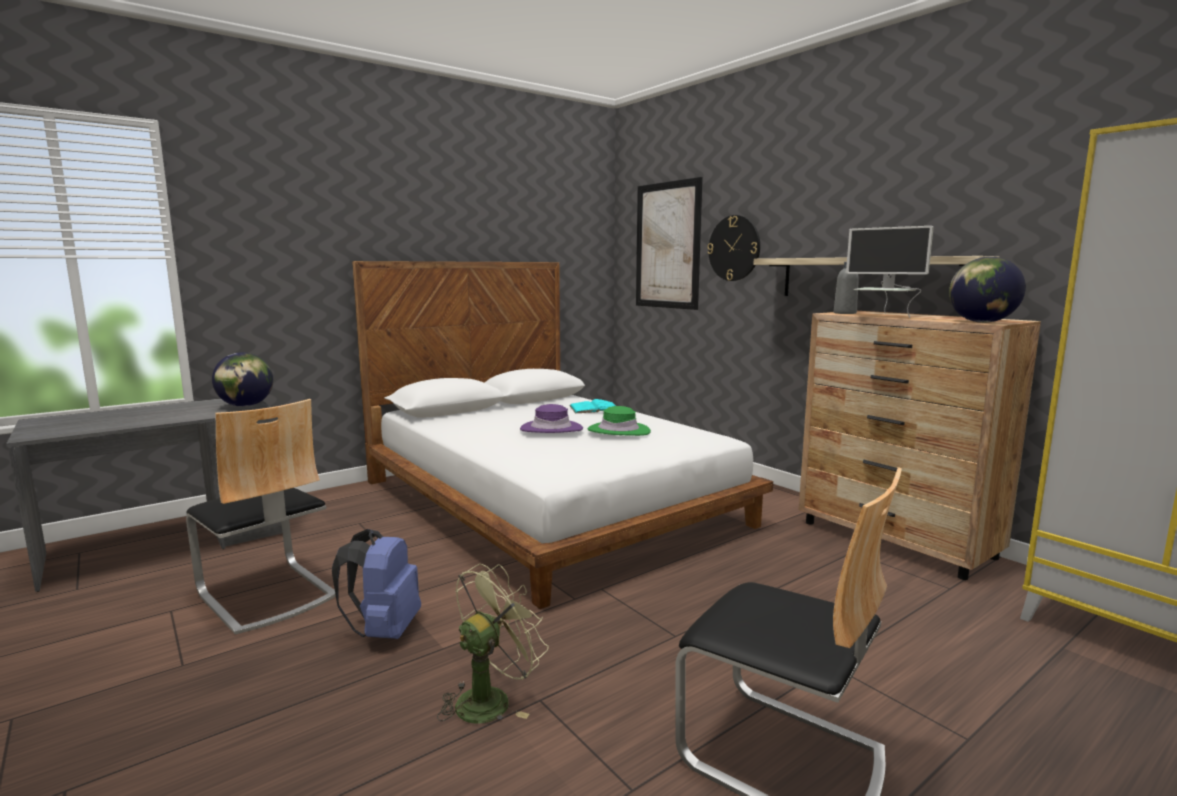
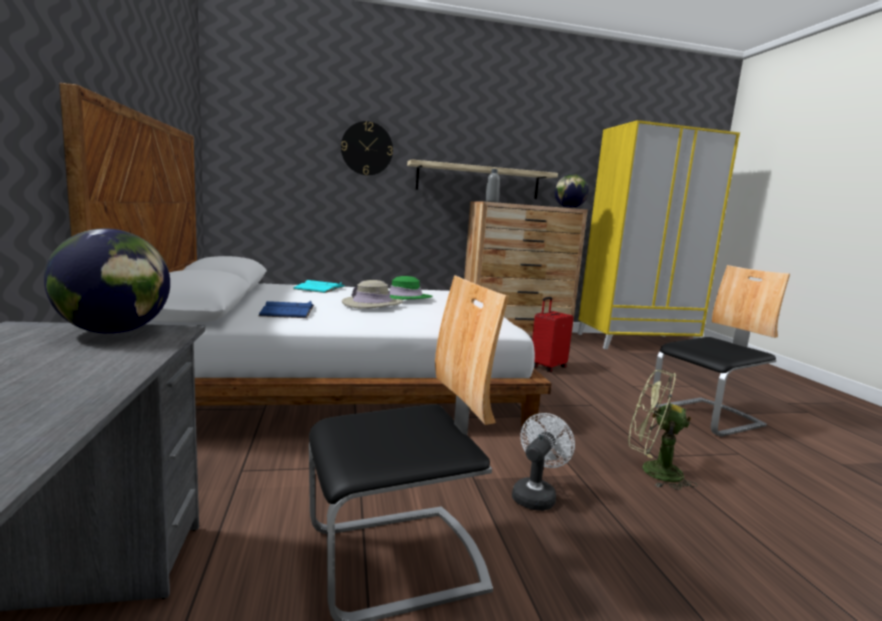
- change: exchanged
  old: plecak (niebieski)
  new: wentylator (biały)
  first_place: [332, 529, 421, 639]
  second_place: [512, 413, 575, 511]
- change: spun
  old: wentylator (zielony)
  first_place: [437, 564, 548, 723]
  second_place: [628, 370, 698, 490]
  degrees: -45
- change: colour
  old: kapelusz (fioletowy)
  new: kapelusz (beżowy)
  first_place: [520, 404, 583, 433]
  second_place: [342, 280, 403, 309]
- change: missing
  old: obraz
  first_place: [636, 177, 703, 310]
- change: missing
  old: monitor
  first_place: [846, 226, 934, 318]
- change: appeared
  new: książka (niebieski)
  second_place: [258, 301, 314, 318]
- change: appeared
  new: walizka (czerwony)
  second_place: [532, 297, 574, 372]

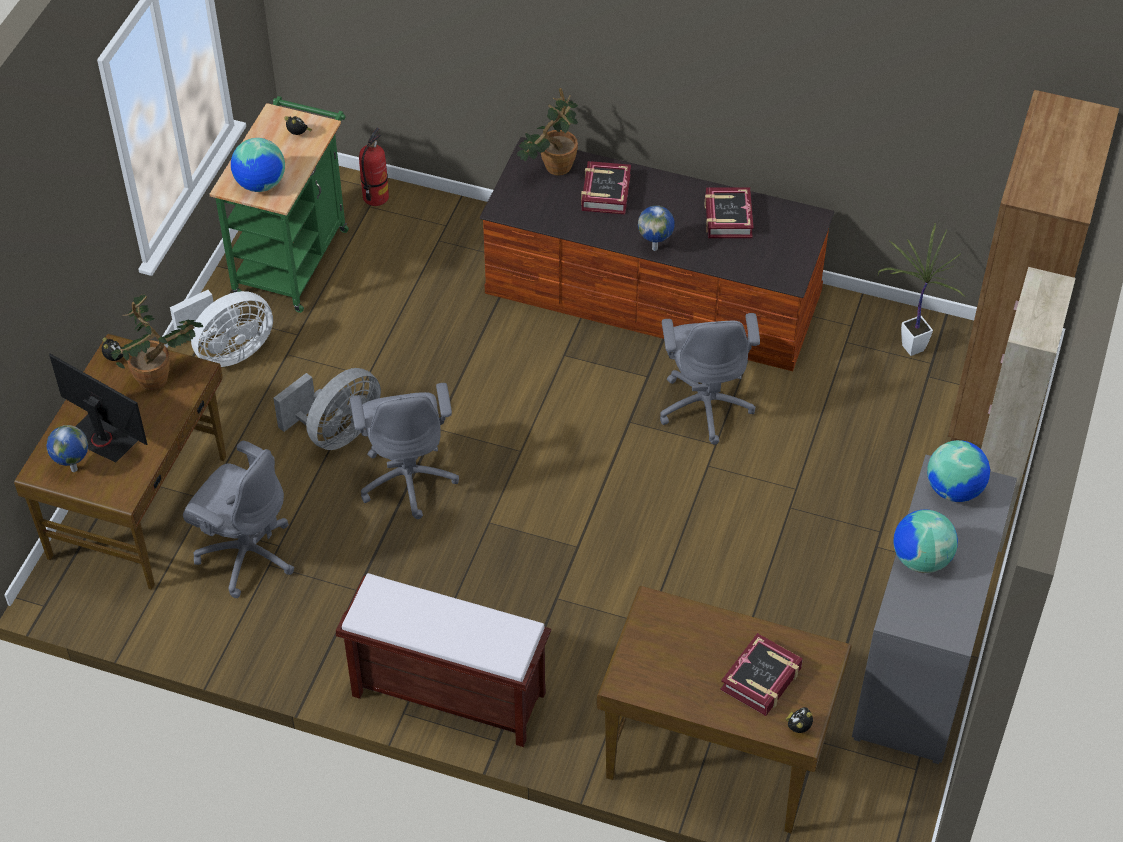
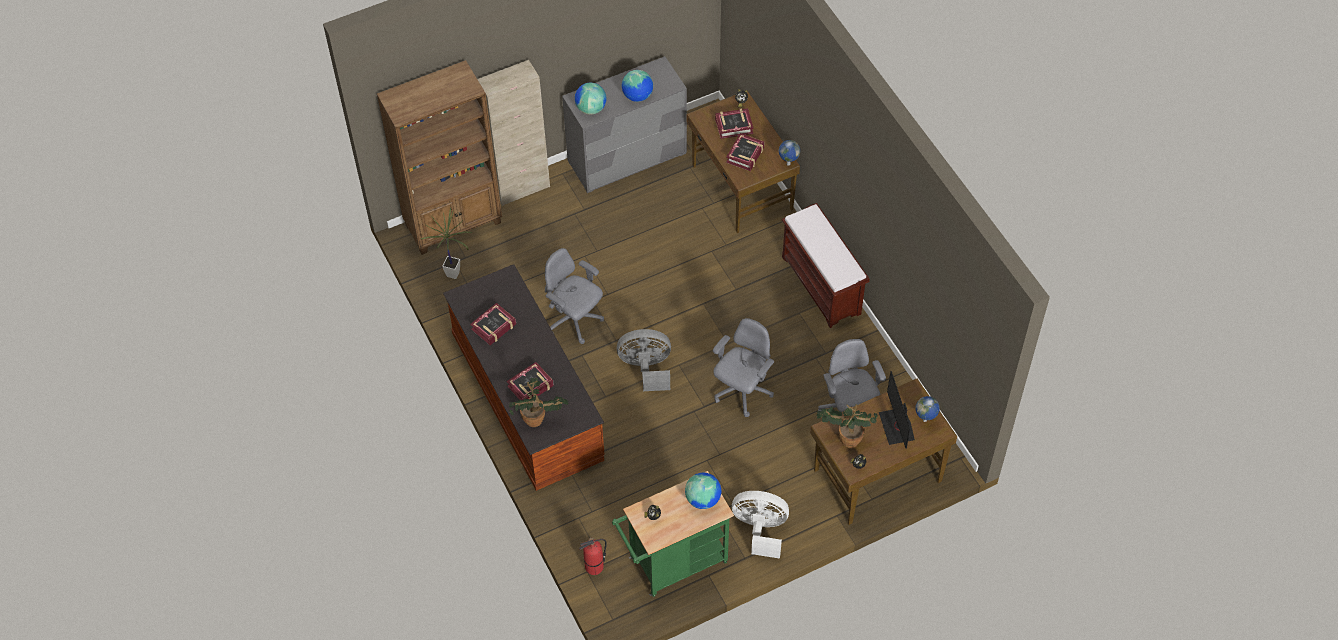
- change: relocated
  old: wentylator (szary)
  first_place: [273, 368, 381, 450]
  second_place: [617, 329, 671, 391]
- change: relocated
  old: globus
  first_place: [638, 205, 675, 251]
  second_place: [779, 140, 800, 166]
- change: spun
  old: krzesło biurowe (szary)
  first_place: [660, 313, 760, 445]
  second_place: [545, 248, 604, 344]
  degrees: -90
- change: appeared
  new: książka
  second_place: [726, 133, 764, 171]

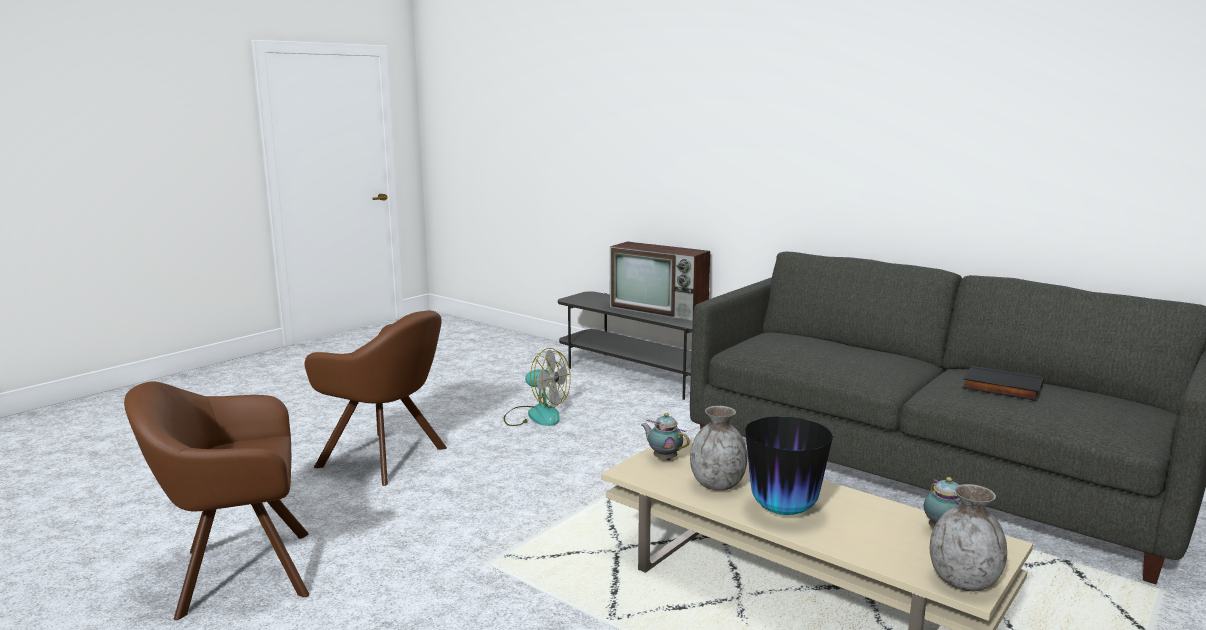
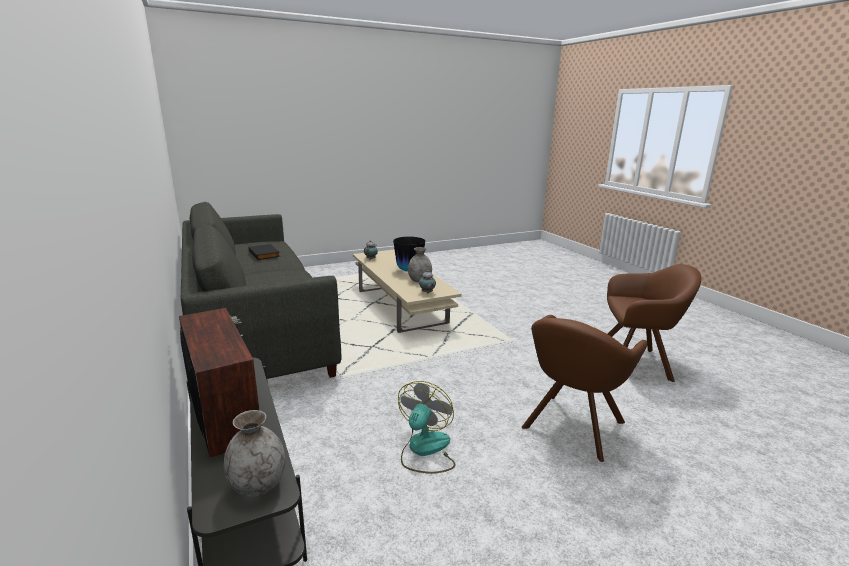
- change: spun
  old: fotel (brązowy)
  first_place: [305, 311, 447, 486]
  second_place: [522, 315, 647, 462]
  degrees: -105
- change: spun
  old: wentylator
  first_place: [504, 348, 571, 426]
  second_place: [398, 381, 455, 474]
  degrees: 60
- change: relocated
  old: wazon (szary)
  first_place: [930, 484, 1007, 591]
  second_place: [224, 410, 285, 497]

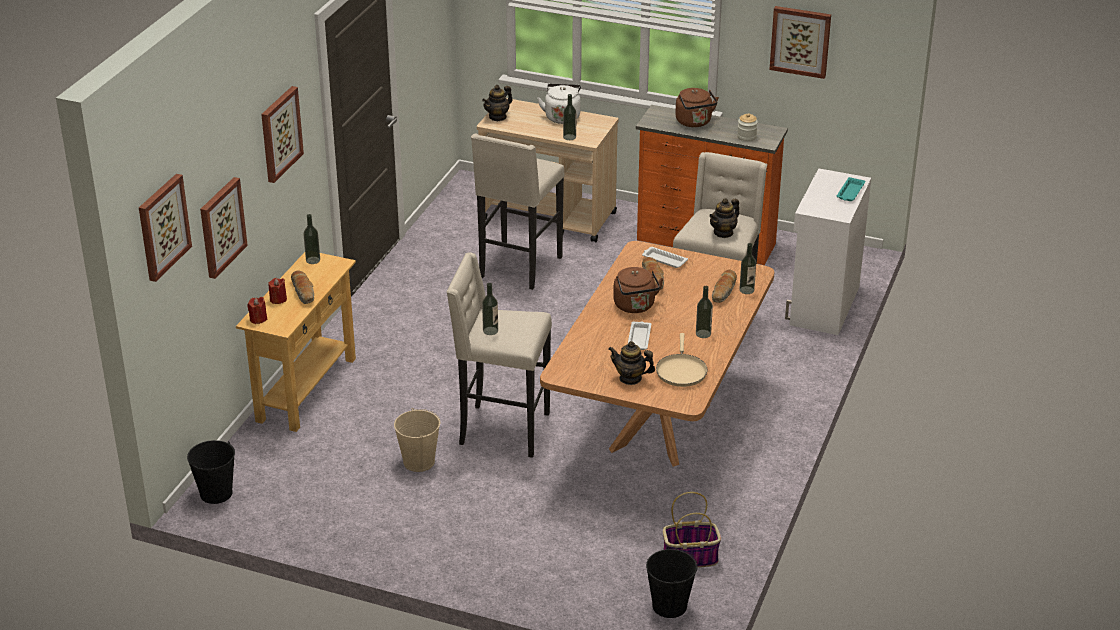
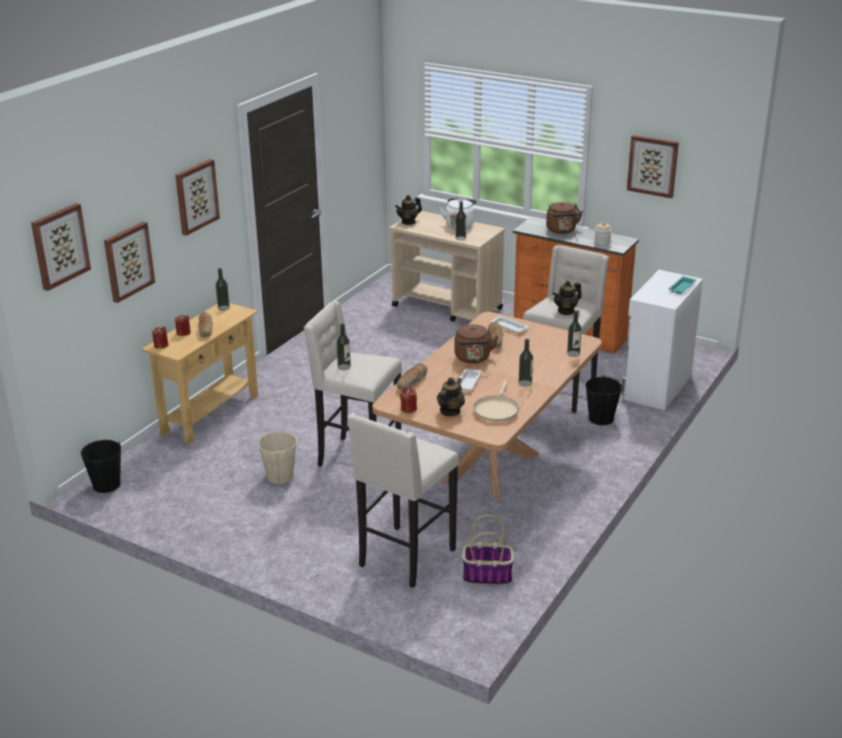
- change: relocated
  old: stołek (beżowy)
  first_place: [471, 133, 565, 290]
  second_place: [347, 413, 459, 588]
- change: spun
  old: imbryk
  first_place: [608, 341, 655, 385]
  second_place: [437, 377, 465, 416]
  degrees: 90
- change: relocated
  old: wiadro (czarny)
  first_place: [646, 547, 698, 618]
  second_place: [586, 375, 623, 425]
- change: relocated
  old: chleb
  first_place: [712, 270, 737, 303]
  second_place: [397, 363, 427, 390]
- change: appeared
  new: świeca (czerwony)
  second_place: [400, 387, 417, 413]

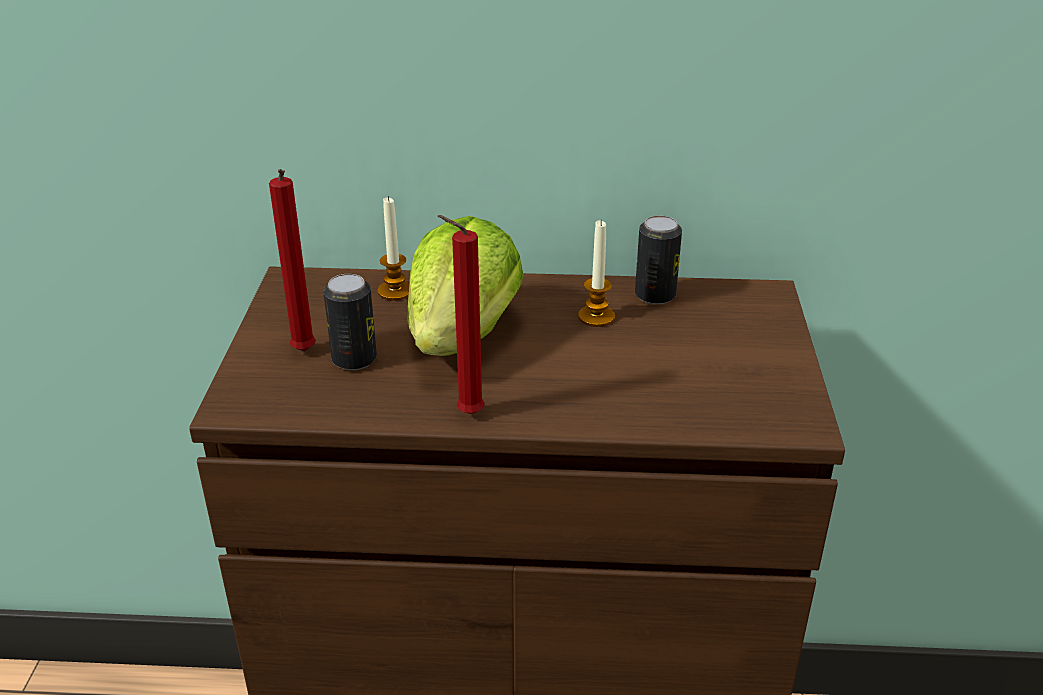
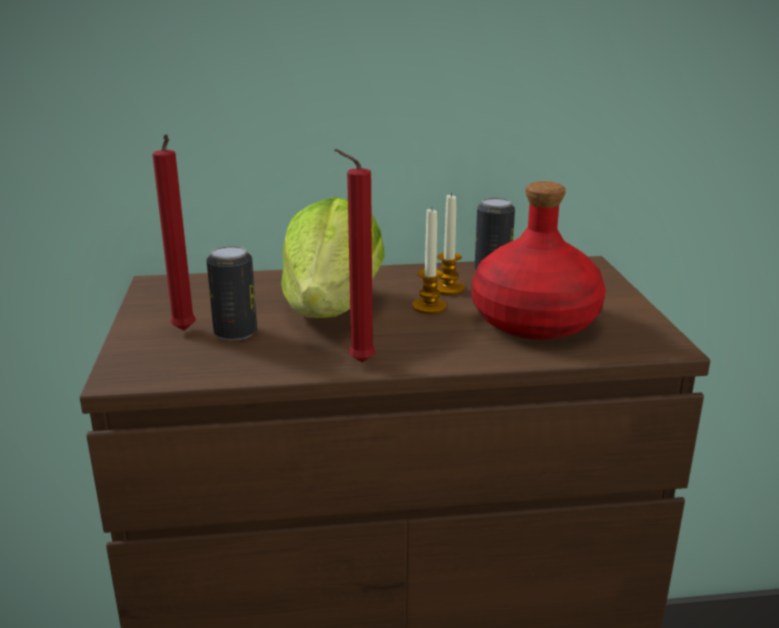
- change: relocated
  old: świeca
  first_place: [377, 196, 409, 301]
  second_place: [412, 209, 447, 314]
- change: appeared
  new: butelka (czerwony)
  second_place: [472, 181, 606, 340]

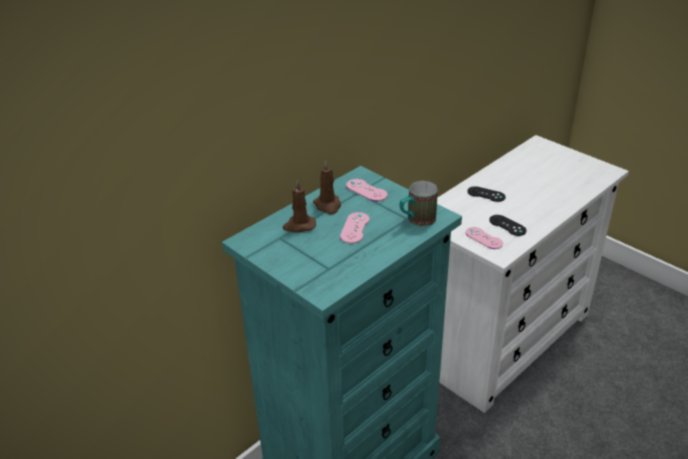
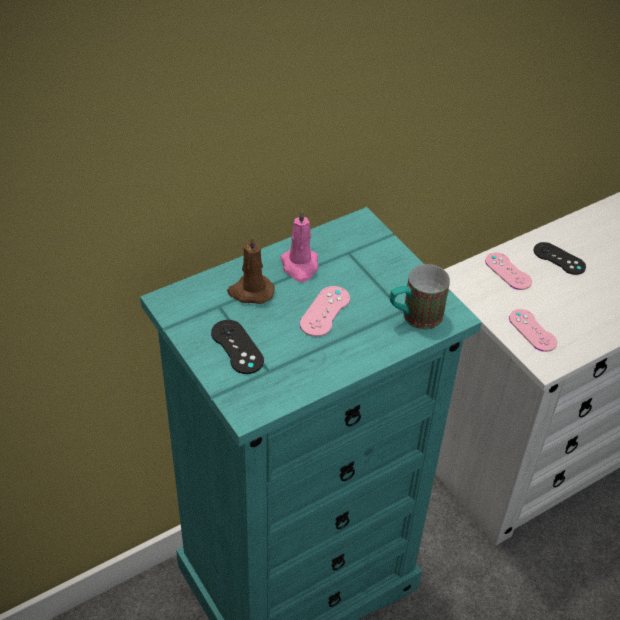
- change: colour
  old: świeca (brązowy)
  new: świeca (różowy)
  first_place: [313, 160, 341, 214]
  second_place: [281, 209, 318, 282]
- change: relocated
  old: pad do gier (różowy)
  first_place: [346, 179, 388, 201]
  second_place: [485, 252, 532, 290]
- change: relocated
  old: pad do gier (czarny)
  first_place: [489, 215, 527, 236]
  second_place: [211, 320, 264, 374]

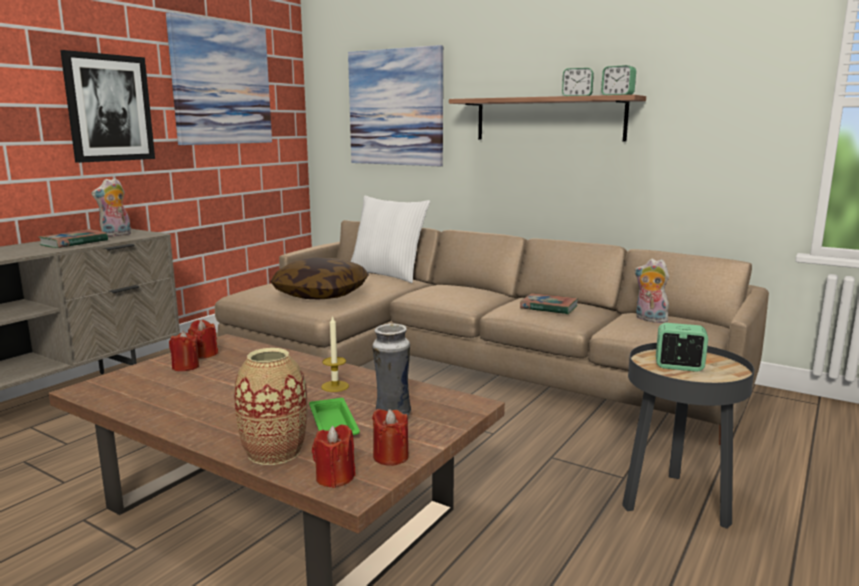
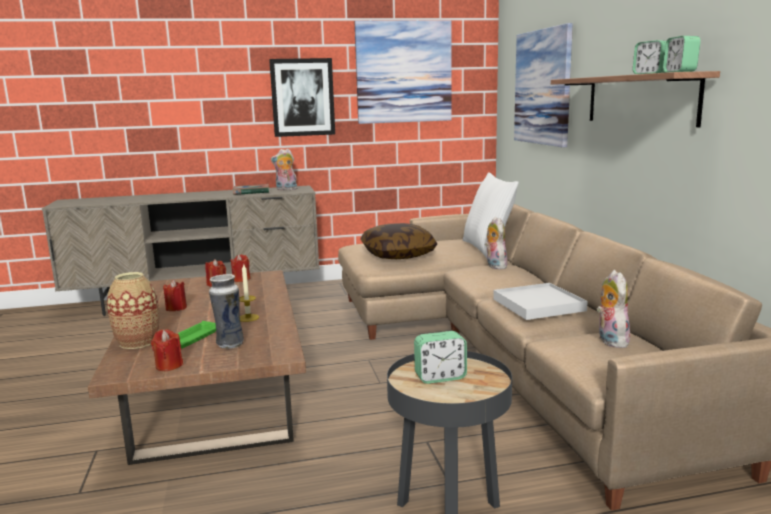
- change: relocated
  old: świeca (czerwony)
  first_place: [312, 425, 355, 488]
  second_place: [163, 280, 187, 311]
- change: exchanged
  old: książka
  new: taca (biały)
  first_place: [520, 293, 578, 314]
  second_place: [493, 283, 588, 320]
- change: spun
  old: budzik
  first_place: [656, 323, 708, 372]
  second_place: [414, 331, 467, 384]
  degrees: 105
- change: appeared
  new: pluszak
  second_place: [485, 217, 508, 269]

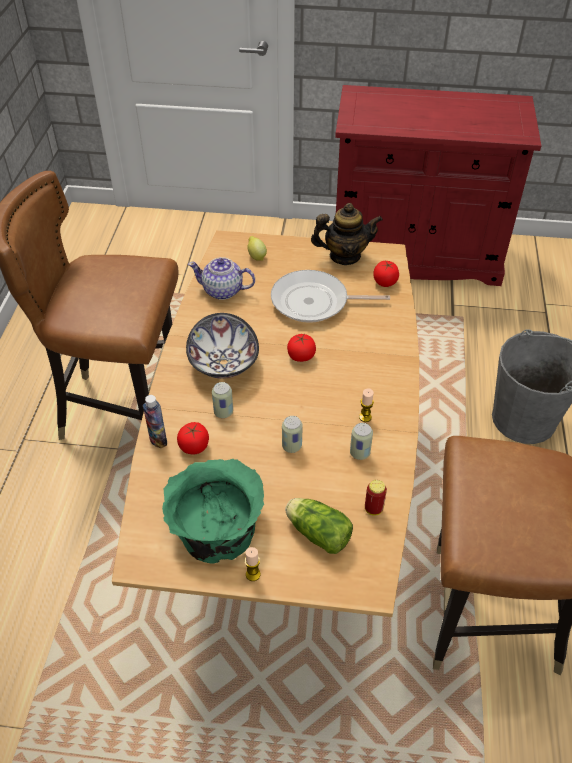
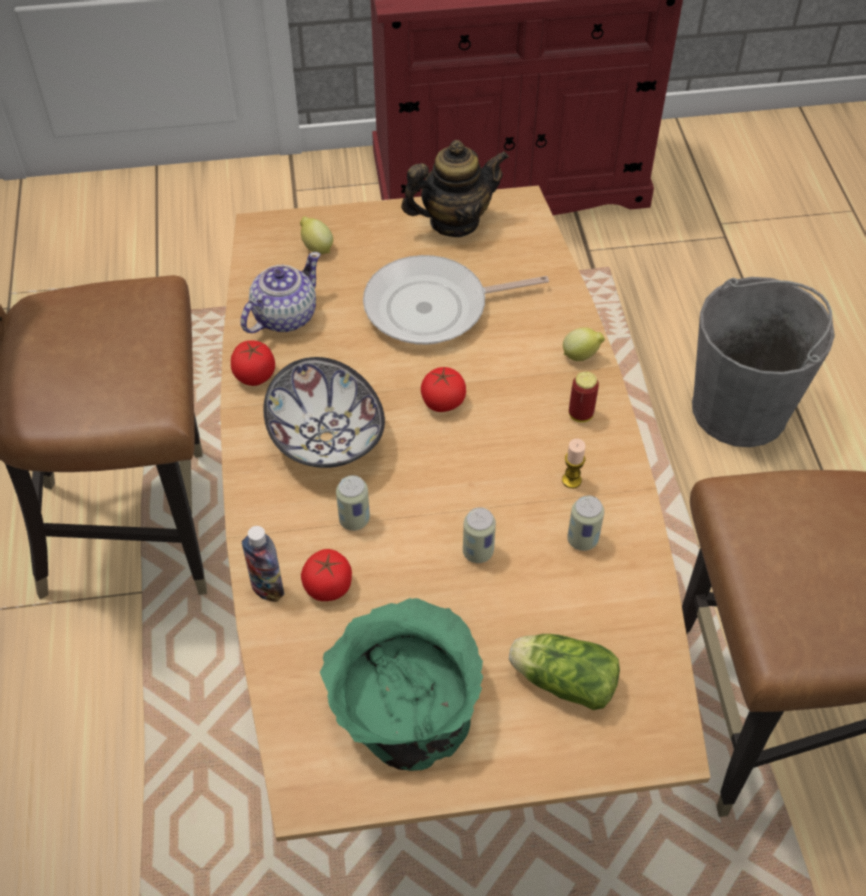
- change: spun
  old: imbryk
  first_place: [188, 257, 255, 300]
  second_place: [241, 252, 320, 333]
  degrees: 135
- change: missing
  old: świeca
  first_place: [245, 547, 261, 581]
- change: relocated
  old: puszka
  first_place: [365, 480, 387, 516]
  second_place: [569, 371, 599, 422]
- change: relocated
  old: pomidor
  first_place: [373, 261, 399, 287]
  second_place: [231, 340, 275, 386]
- change: appeared
  new: cytryna
  second_place: [563, 327, 605, 361]

